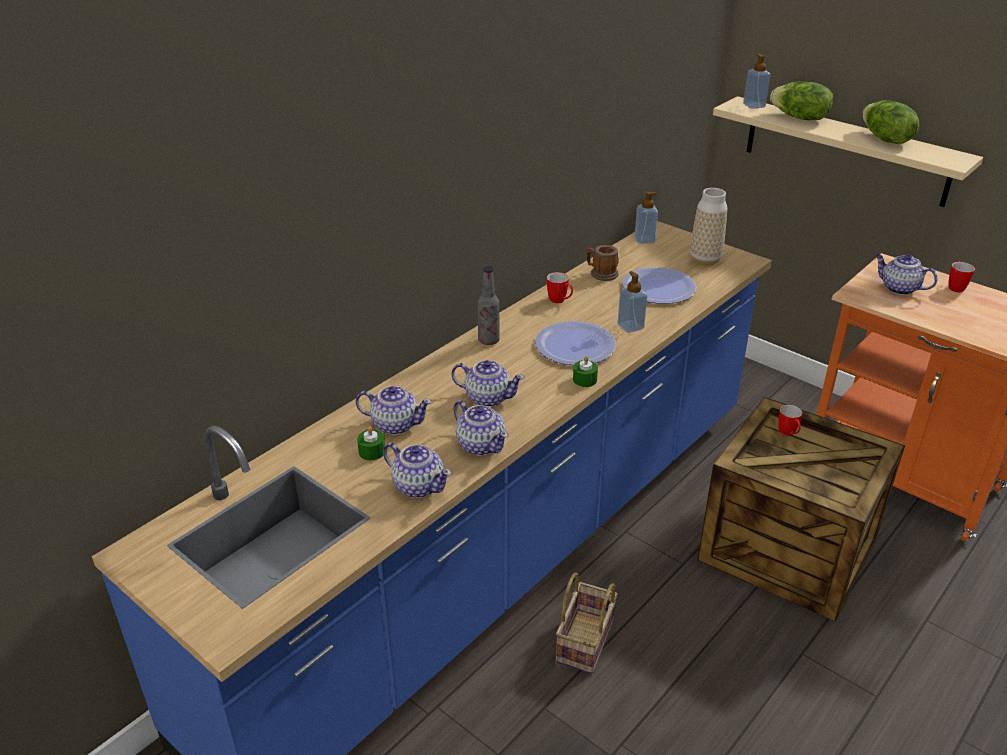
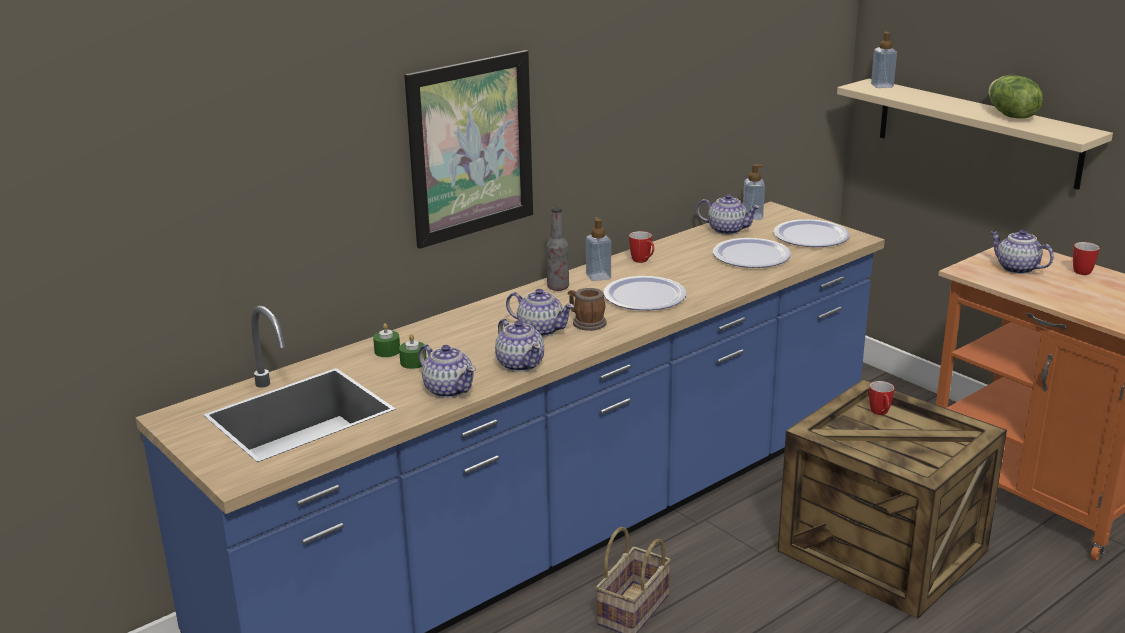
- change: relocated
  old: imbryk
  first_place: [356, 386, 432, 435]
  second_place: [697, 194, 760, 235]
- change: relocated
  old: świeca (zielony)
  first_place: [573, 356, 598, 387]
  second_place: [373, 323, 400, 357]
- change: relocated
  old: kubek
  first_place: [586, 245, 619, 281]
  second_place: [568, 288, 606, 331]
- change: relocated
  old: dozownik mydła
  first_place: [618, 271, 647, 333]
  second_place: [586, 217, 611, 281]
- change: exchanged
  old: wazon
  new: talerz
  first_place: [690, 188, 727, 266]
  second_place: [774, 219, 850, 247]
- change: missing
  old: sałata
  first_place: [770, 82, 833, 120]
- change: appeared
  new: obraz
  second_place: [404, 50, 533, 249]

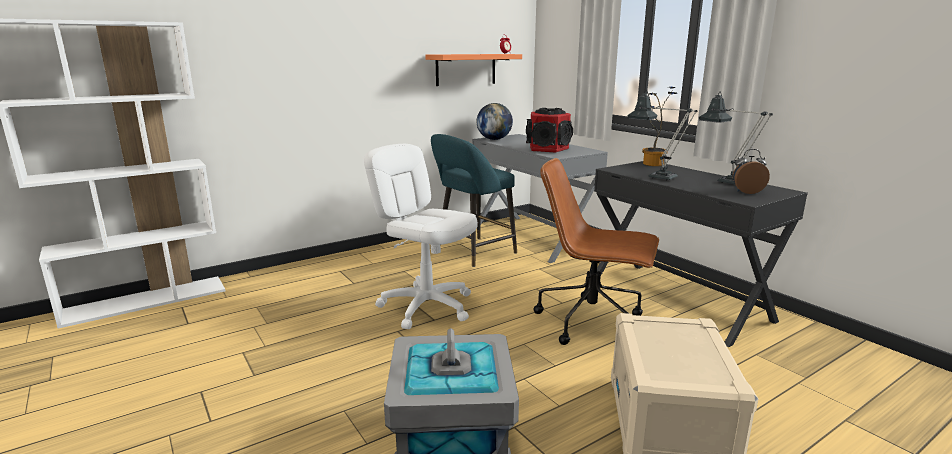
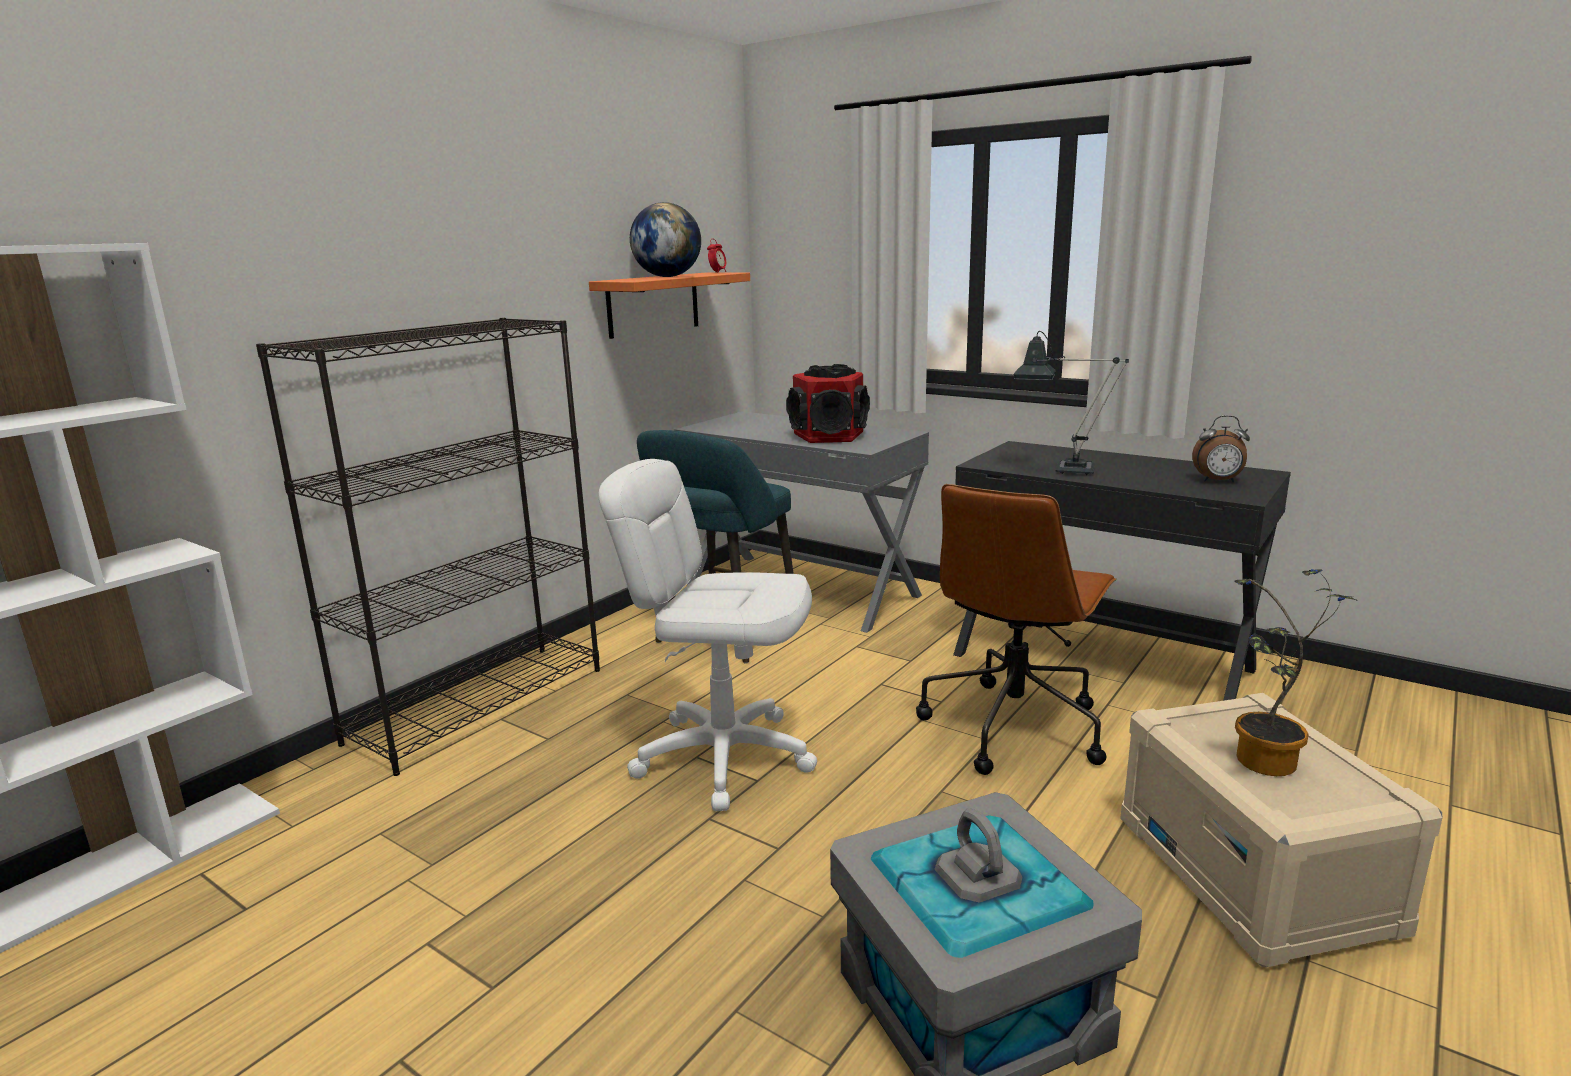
- change: relocated
  old: globus
  first_place: [477, 103, 513, 140]
  second_place: [630, 202, 701, 277]
- change: spun
  old: krzesło biurowe (brązowy)
  first_place: [534, 158, 659, 345]
  second_place: [916, 484, 1117, 775]
  degrees: -60
- change: relocated
  old: roślina doniczkowa
  first_place: [642, 87, 677, 166]
  second_place: [1234, 569, 1358, 776]
- change: missing
  old: lampa stołowa
  first_place: [699, 92, 773, 186]
- change: spun
  old: budzik
  first_place: [733, 149, 770, 194]
  second_place: [1192, 415, 1250, 482]
  degrees: -150
- change: appeared
  new: regał (czarny)
  second_place: [256, 317, 600, 776]

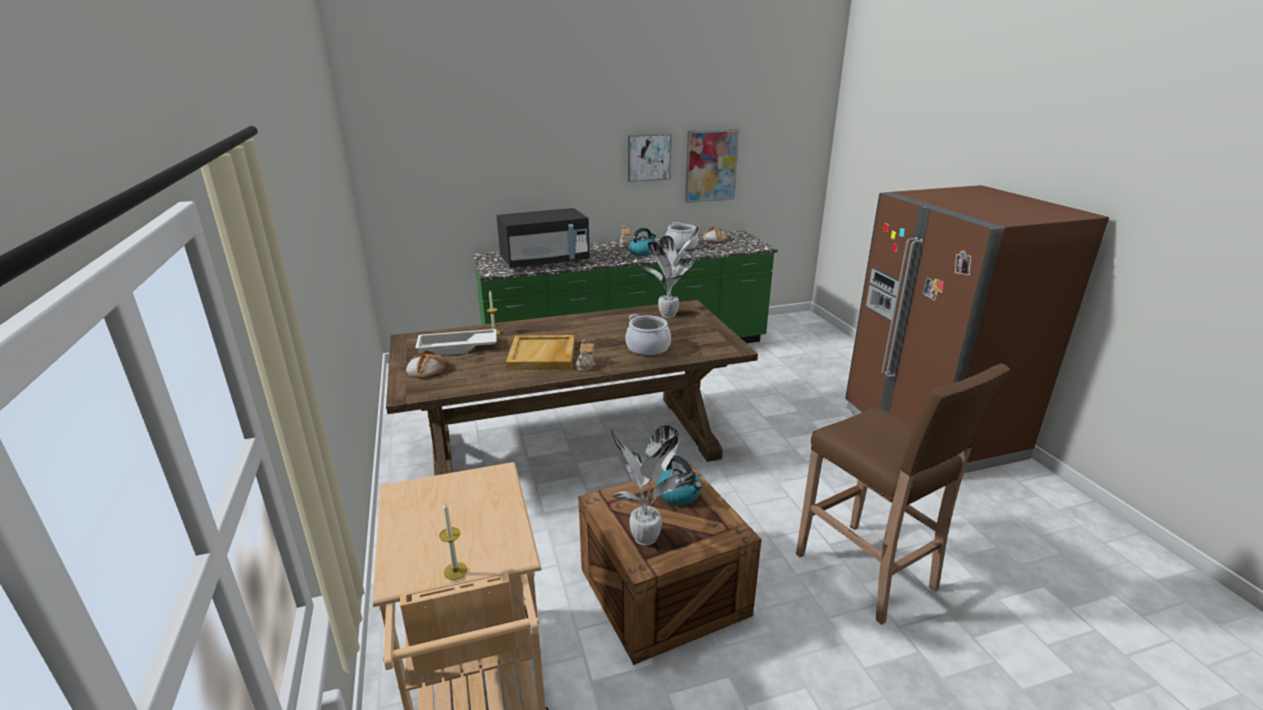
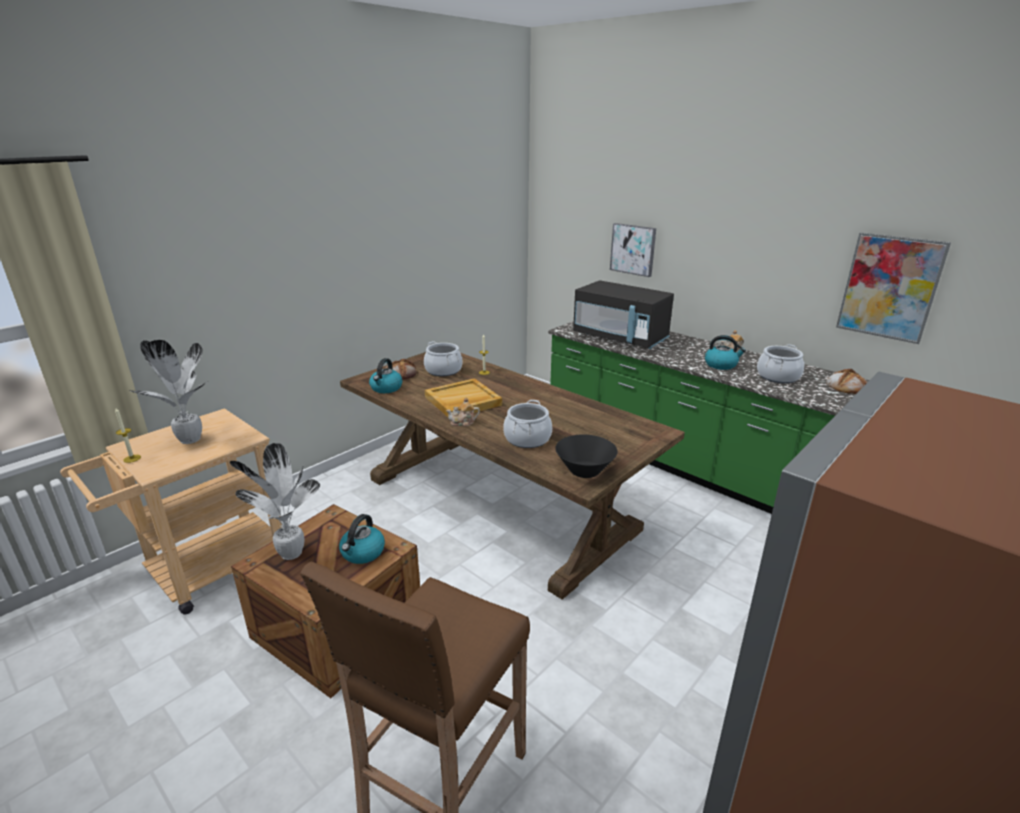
- change: exchanged
  old: taca (biały)
  new: garnek
  first_place: [415, 329, 497, 355]
  second_place: [424, 341, 462, 376]
- change: relocated
  old: obraz
  first_place: [628, 134, 672, 182]
  second_place: [610, 223, 656, 277]
- change: relocated
  old: roślina doniczkowa
  first_place: [642, 226, 699, 318]
  second_place: [129, 340, 209, 444]
- change: appeared
  new: czajnik
  second_place: [369, 358, 402, 393]
- change: appeared
  new: miska (czarny)
  second_place: [555, 434, 618, 478]

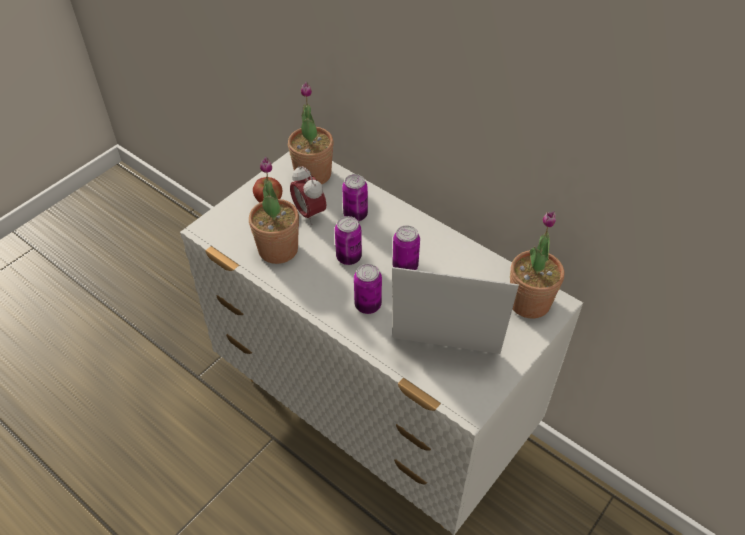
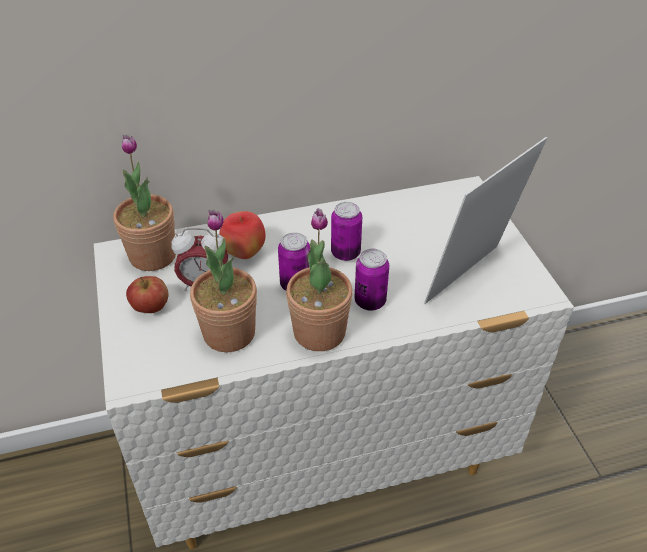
- change: exchanged
  old: puszka
  new: jabłko
  first_place: [342, 174, 368, 221]
  second_place: [219, 211, 266, 259]
- change: relocated
  old: roślina doniczkowa
  first_place: [510, 211, 564, 319]
  second_place: [286, 208, 353, 351]

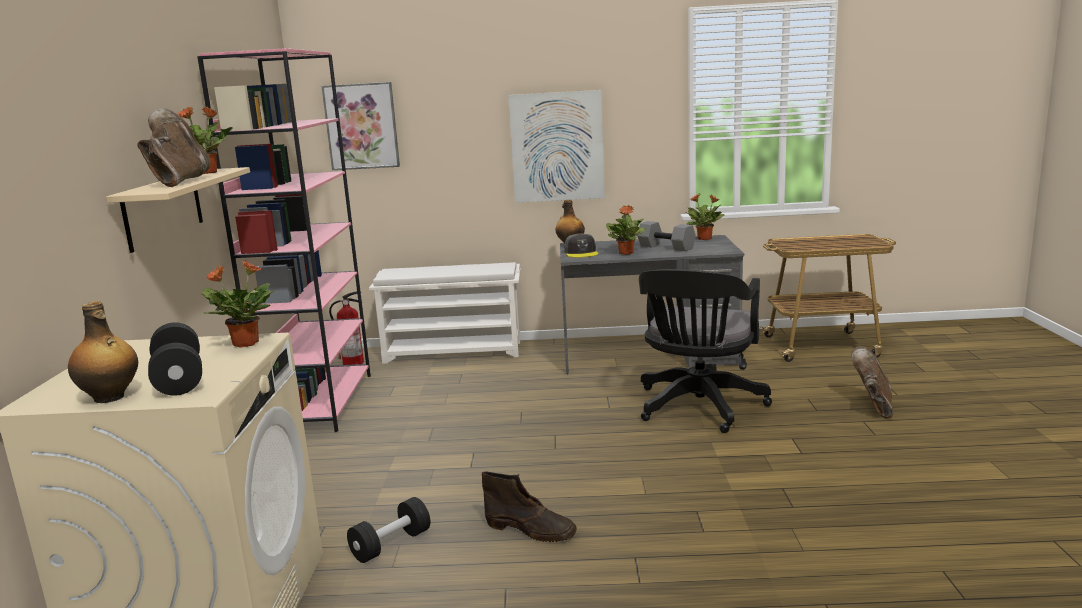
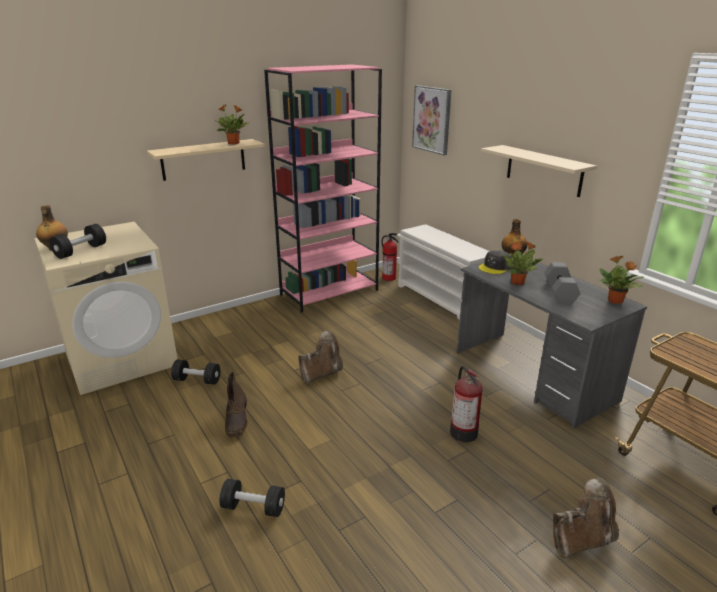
- change: relocated
  old: but z cholewką (brązowy)
  first_place: [137, 108, 211, 187]
  second_place: [298, 330, 343, 384]
- change: missing
  old: roślina doniczkowa
  first_place: [202, 260, 275, 348]
- change: exchanged
  old: obraz
  new: półka (beżowy)
  first_place: [508, 90, 605, 203]
  second_place: [481, 145, 597, 197]
- change: exchanged
  old: krzesło biurowe (czarny)
  new: gaśnica
  first_place: [639, 269, 772, 433]
  second_place: [450, 366, 483, 442]
- change: appeared
  new: hantel (czarny)
  second_place: [219, 479, 285, 517]

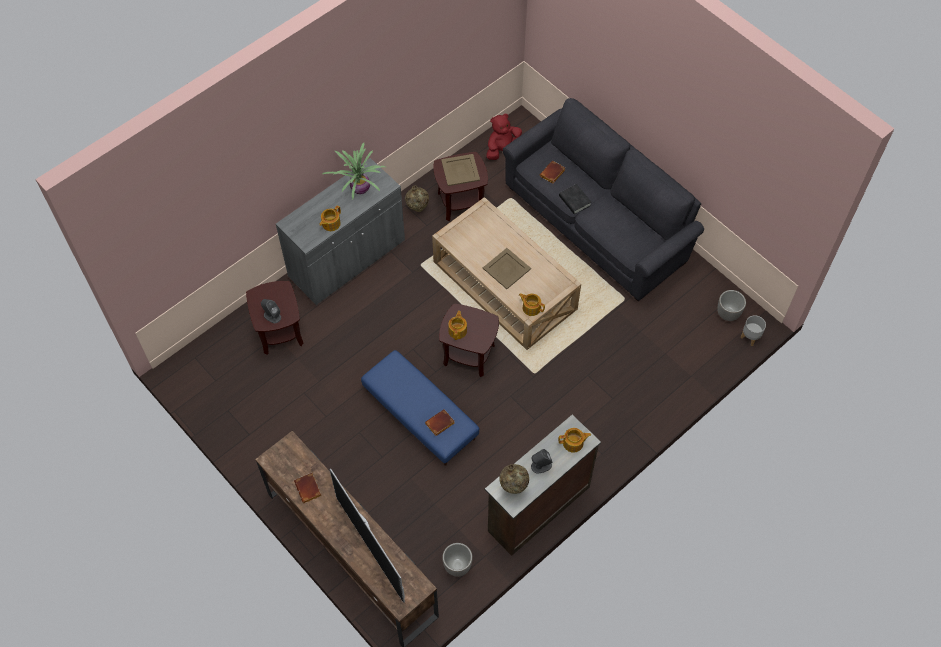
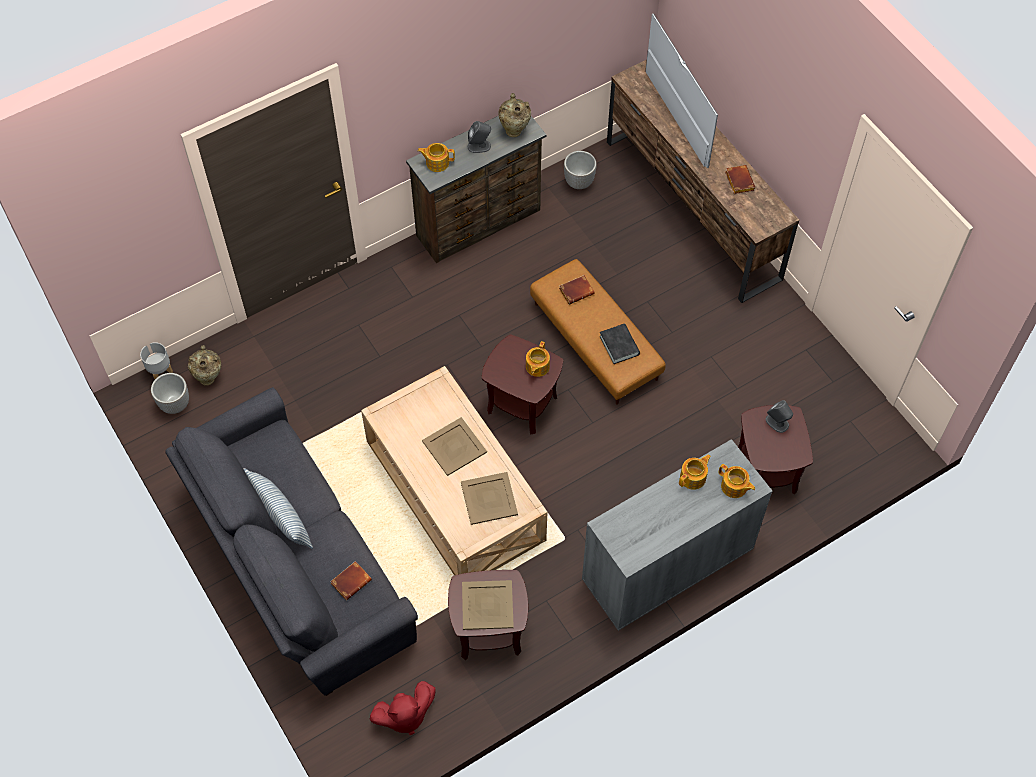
- change: missing
  old: roślina doniczkowa
  first_place: [323, 143, 386, 200]
- change: colour
  old: pufa (niebieski)
  new: pufa (brązowy)
  first_place: [361, 350, 479, 466]
  second_place: [530, 259, 666, 404]
- change: relocated
  old: wazon (beżowy)
  first_place: [405, 185, 429, 212]
  second_place: [188, 345, 221, 386]
- change: relocated
  old: imbryk
  first_place: [519, 293, 545, 316]
  second_place: [719, 464, 755, 498]
- change: relocated
  old: książka (czarny)
  first_place: [559, 184, 591, 214]
  second_place: [599, 324, 640, 364]
- change: appeared
  new: poduszka
  second_place: [244, 468, 313, 549]
- change: appeared
  new: taca (beżowy)
  second_place: [461, 472, 518, 525]

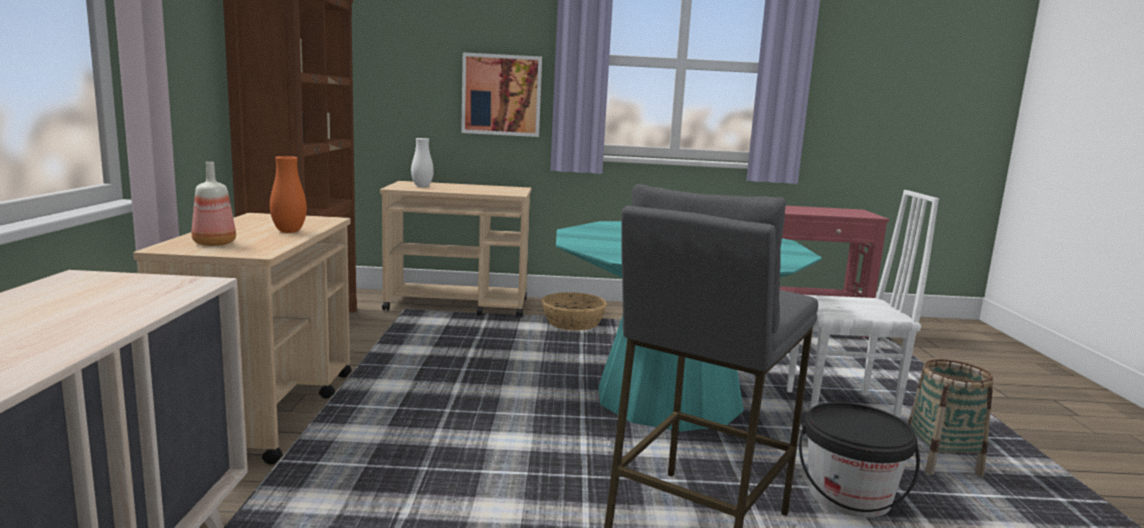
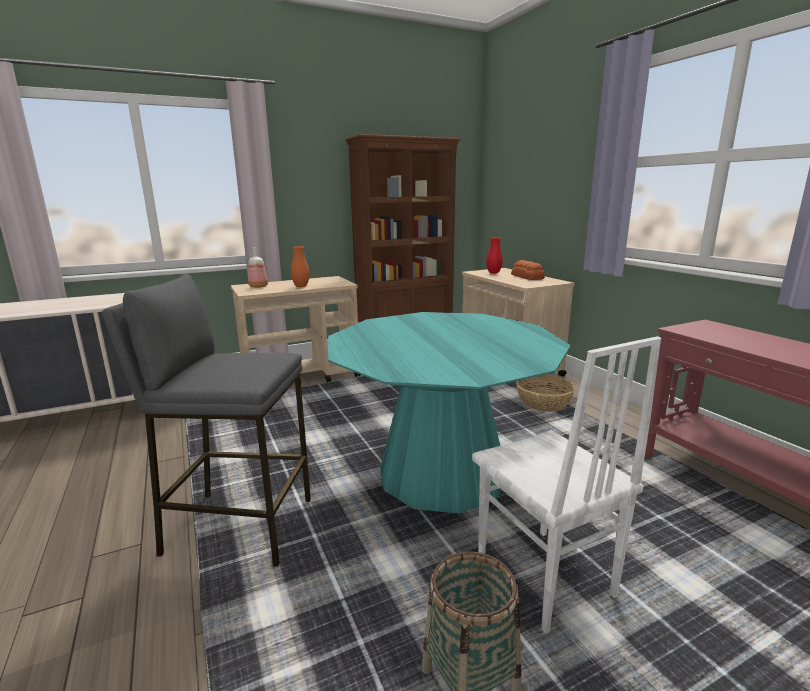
- change: colour
  old: wazon (biały)
  new: wazon (czerwony)
  first_place: [411, 138, 434, 187]
  second_place: [486, 237, 503, 274]
- change: missing
  old: obraz
  first_place: [461, 52, 542, 137]
- change: missing
  old: wiadro (czarny)
  first_place: [799, 402, 920, 517]
- change: appeared
  new: chleb
  second_place: [511, 260, 545, 280]

